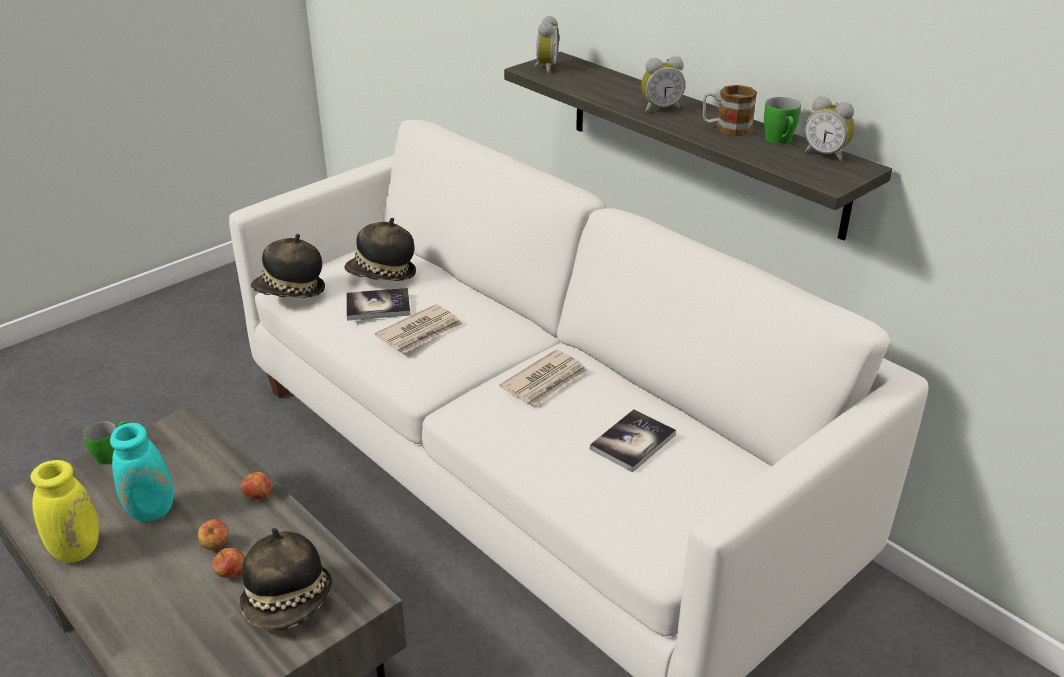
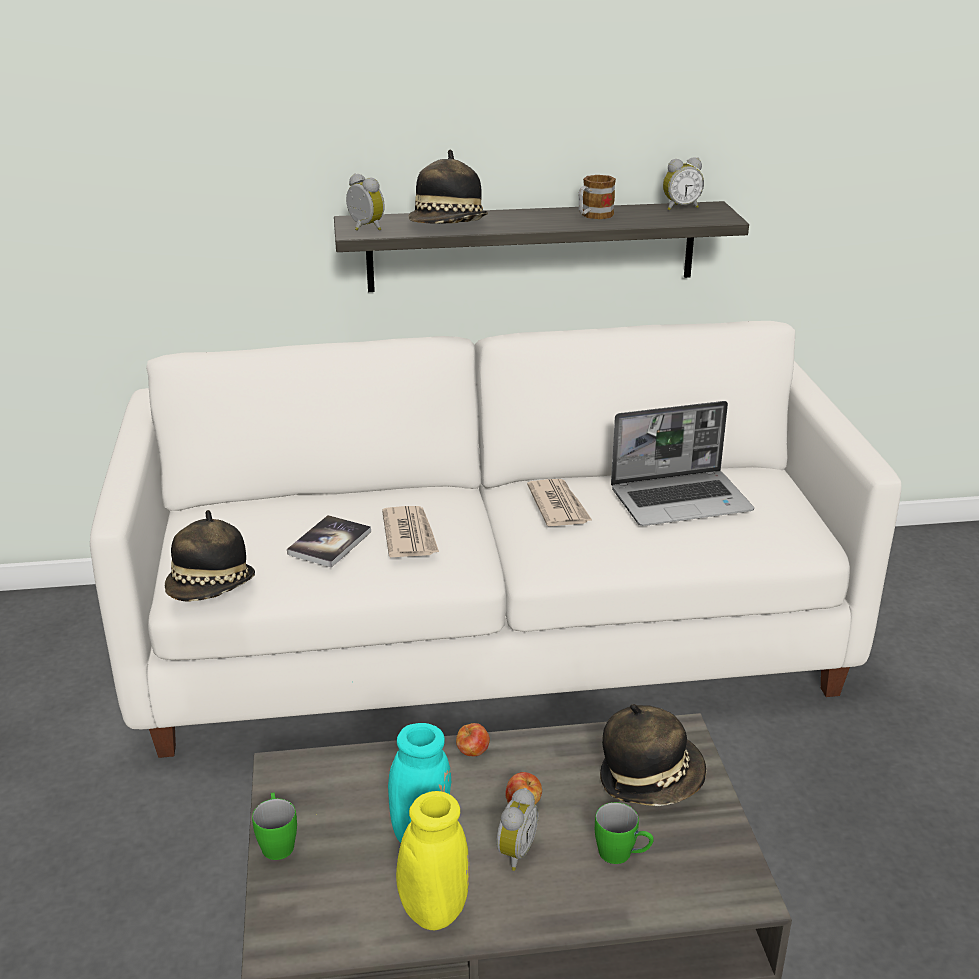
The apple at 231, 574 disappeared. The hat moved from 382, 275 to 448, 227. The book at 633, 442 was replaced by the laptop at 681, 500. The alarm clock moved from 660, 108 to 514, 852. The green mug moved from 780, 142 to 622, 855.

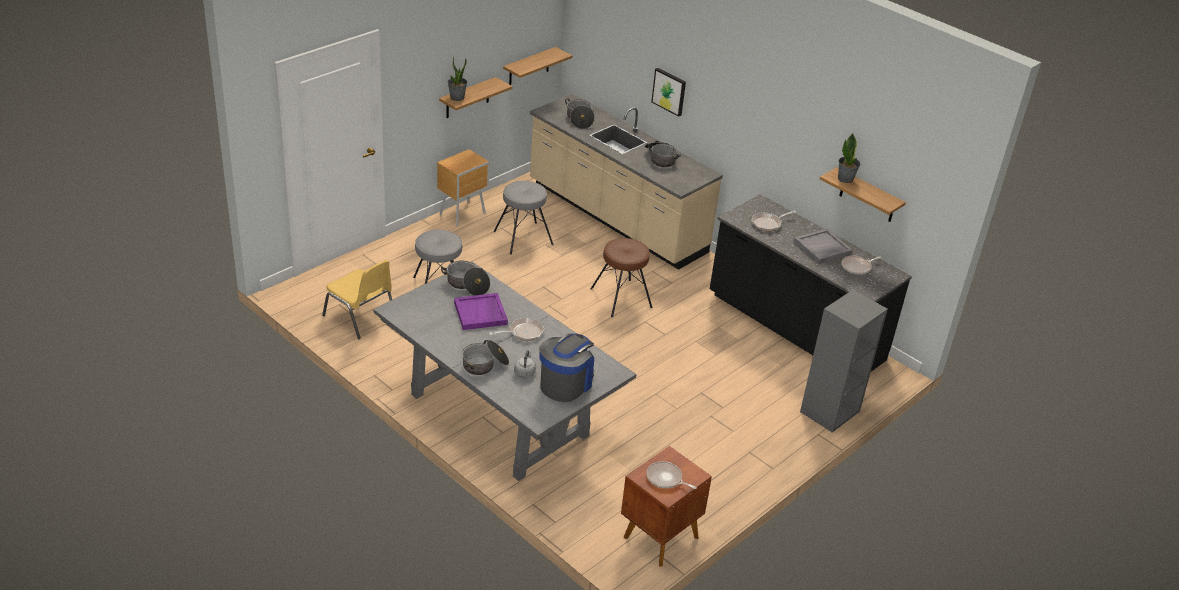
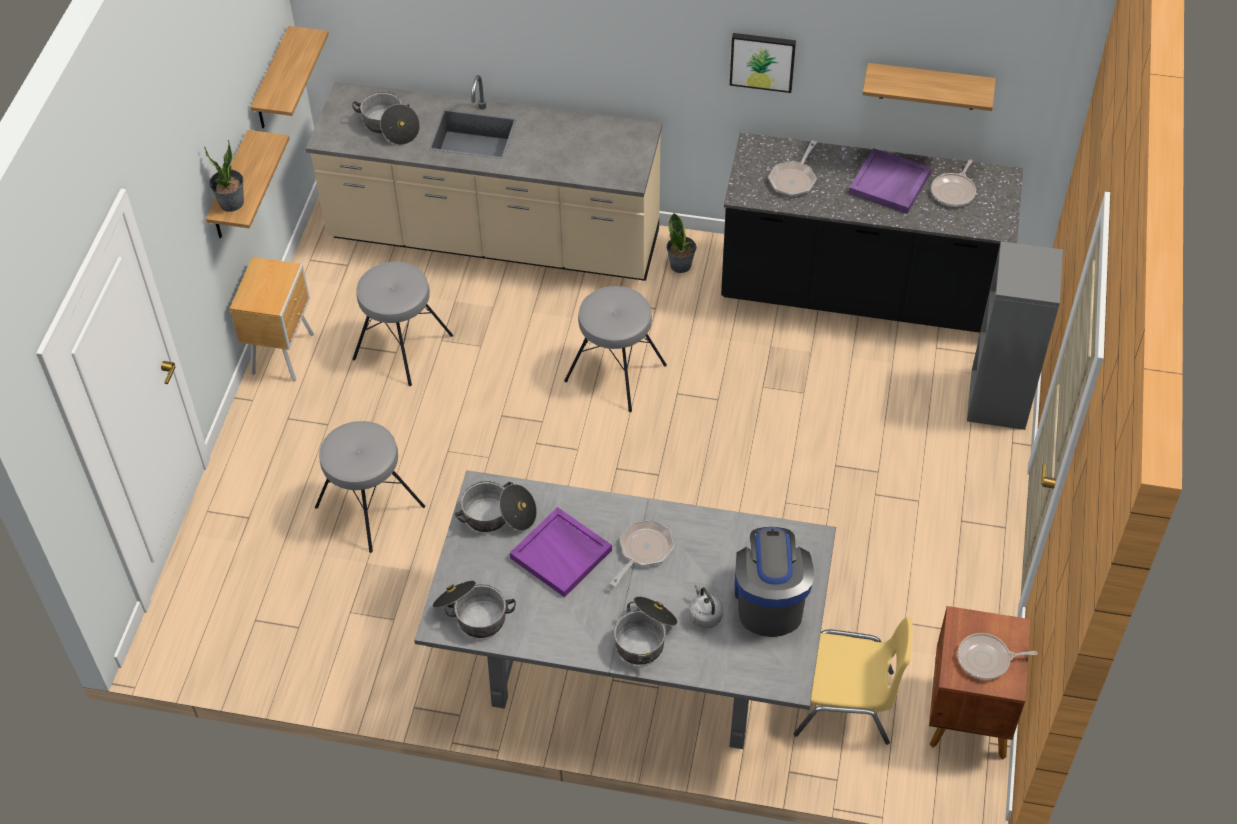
The yellow chair moved from 360, 317 to 846, 702. The brown stool at 621, 297 became the grey stool at 616, 372. The cooking pot moved from 660, 159 to 472, 614. The picture moved from 669, 91 to 762, 61. The grey tray at 822, 248 became the purple tray at 890, 184. The potted plant moved from 845, 179 to 681, 265.

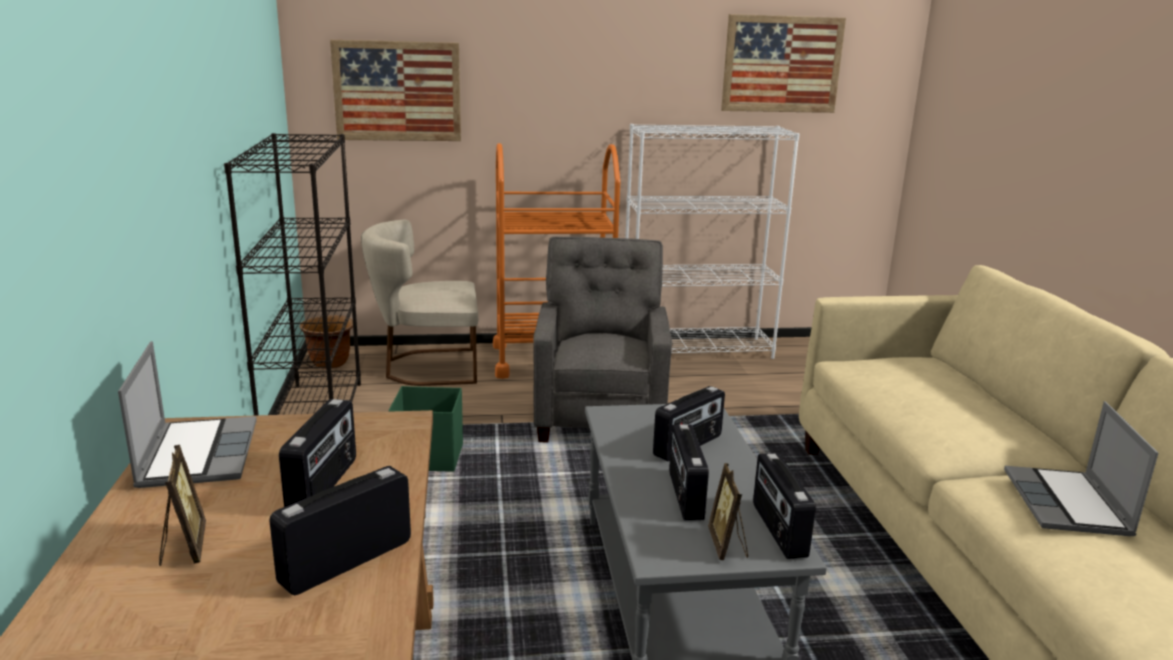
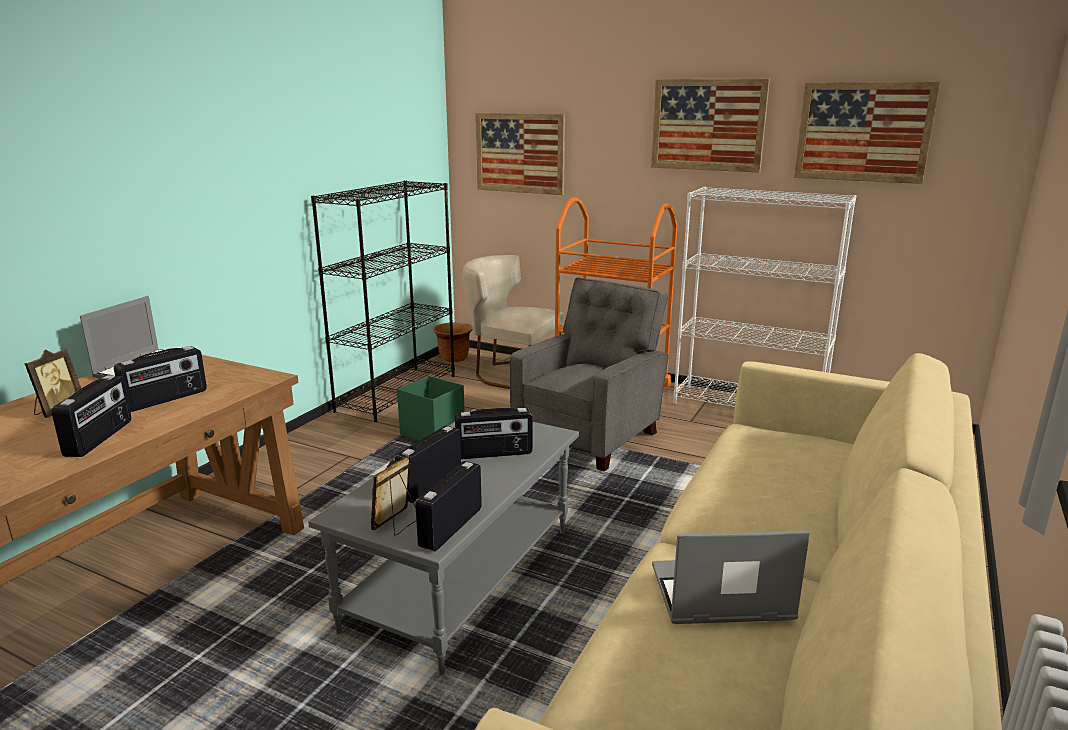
The radio at 346, 561 turned 105 degrees clockwise. The laptop at 1068, 504 turned 45 degrees clockwise. The picture at 708, 125 appeared.

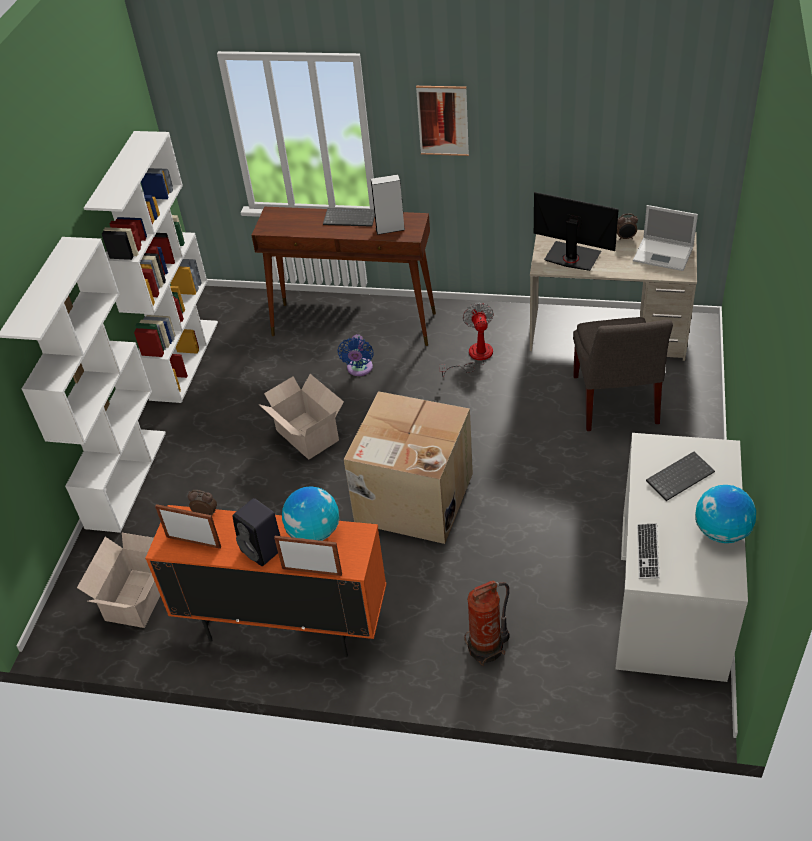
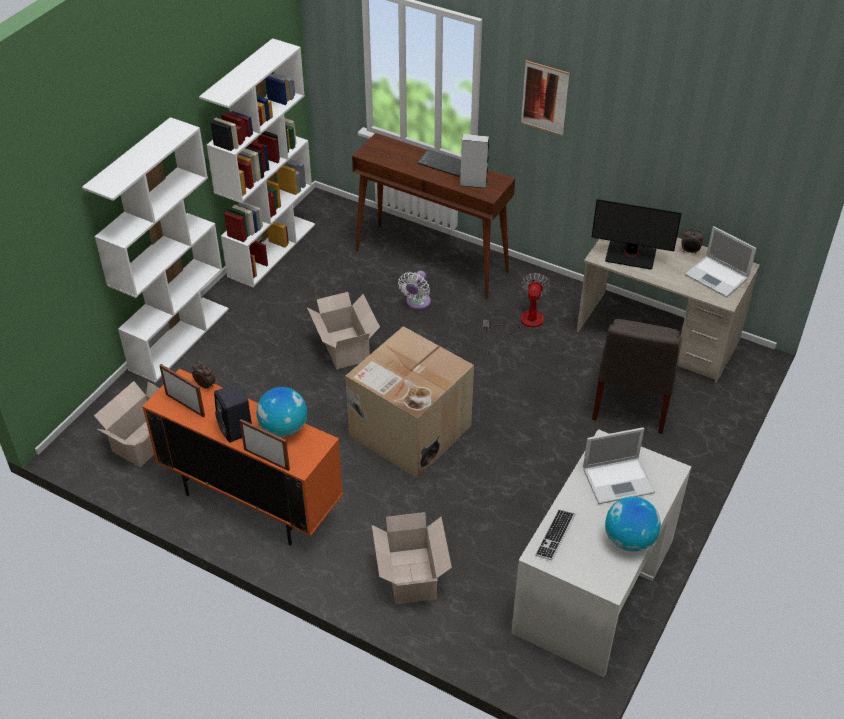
The blue fan at 359, 369 became the white fan at 417, 303. The fire extinguisher at 487, 647 was replaced by the cardboard box at 411, 577. The monitor at 572, 257 turned 150 degrees clockwise. The keyboard at 679, 476 was replaced by the laptop at 619, 480.

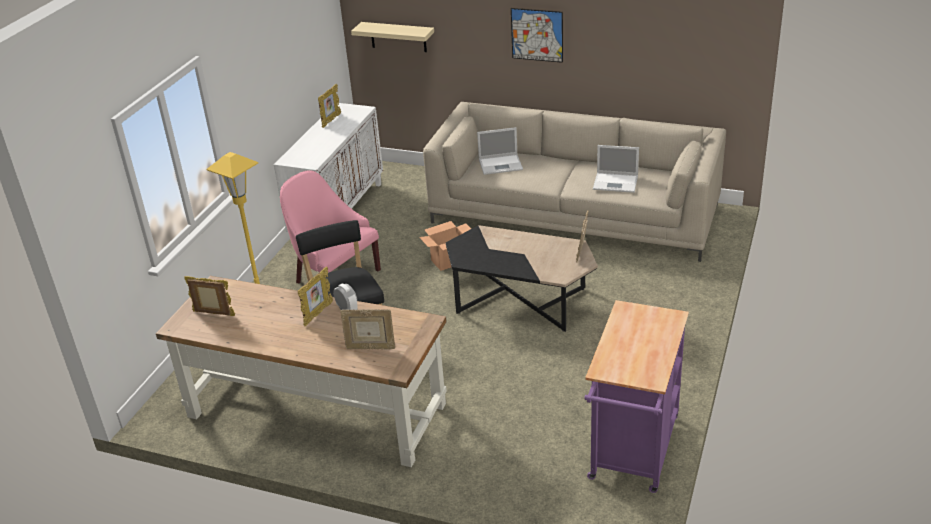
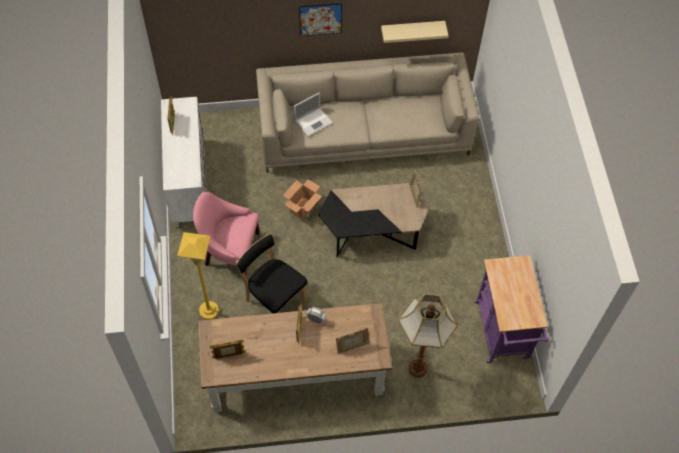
The beige shelf moved from 398, 37 to 412, 30. The laptop at 616, 183 disappeared. The floor lamp at 417, 368 appeared.

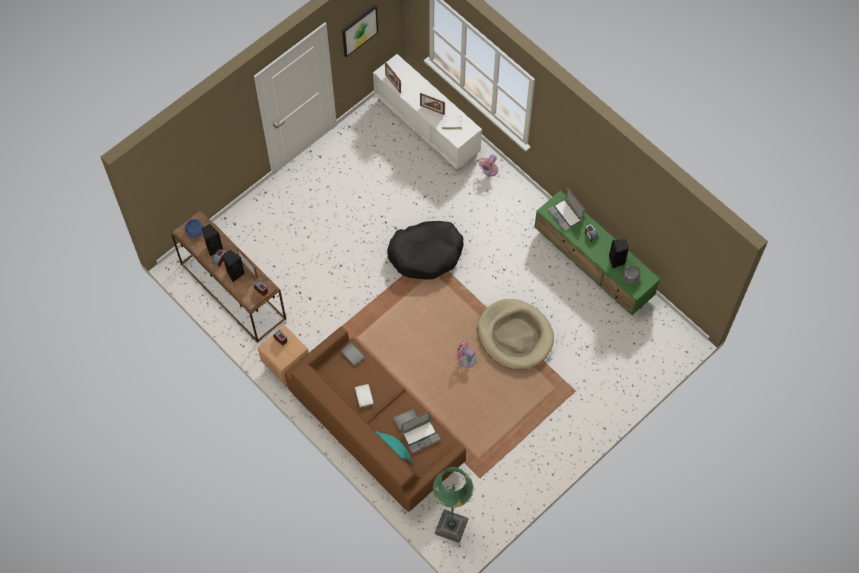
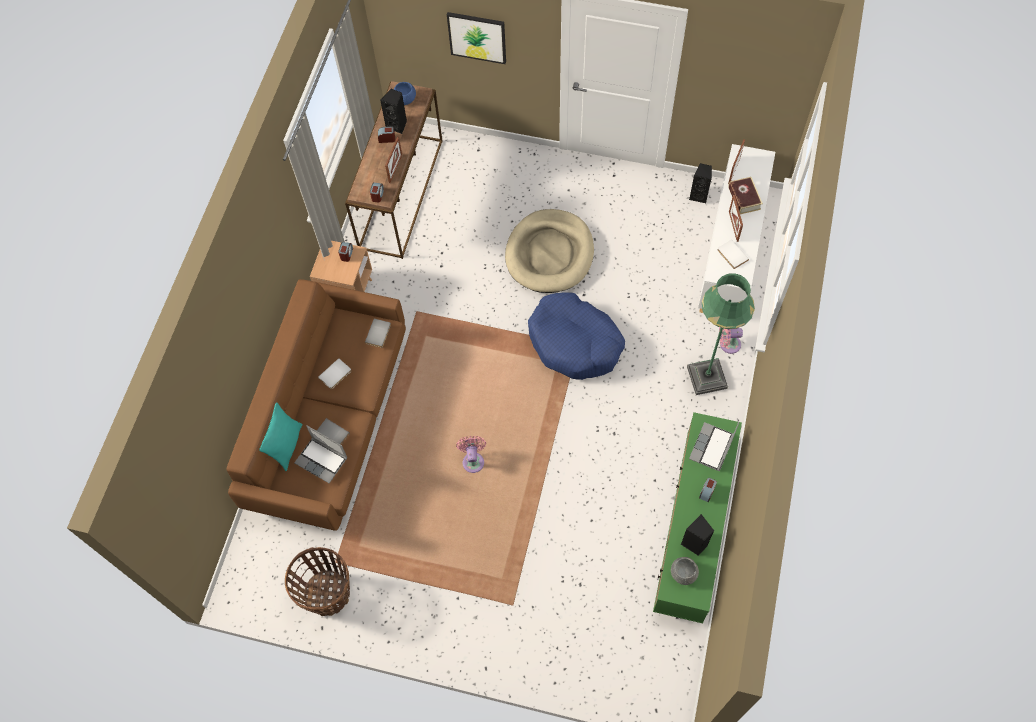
The black speaker moved from 235, 273 to 699, 195. The picture moved from 359, 30 to 477, 37. The black dog bed at 426, 253 became the blue dog bed at 574, 342. The green floor lamp moved from 451, 526 to 706, 377. The beige dog bed moved from 515, 336 to 549, 254. The basket at 327, 593 appeared. The book at 744, 198 appeared.

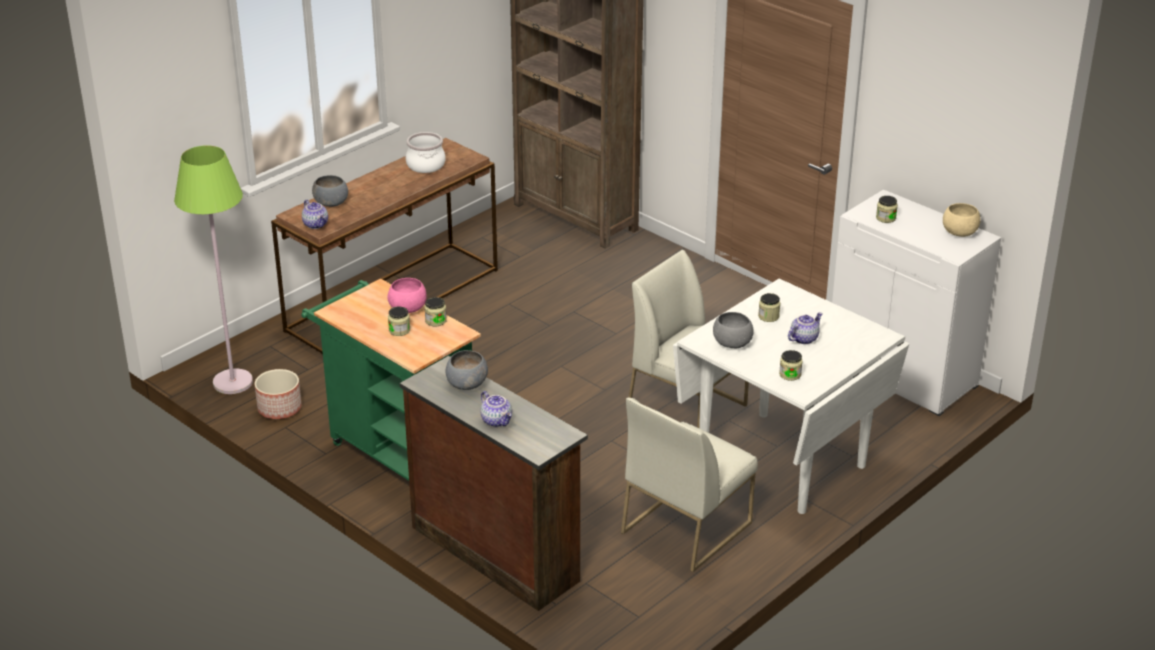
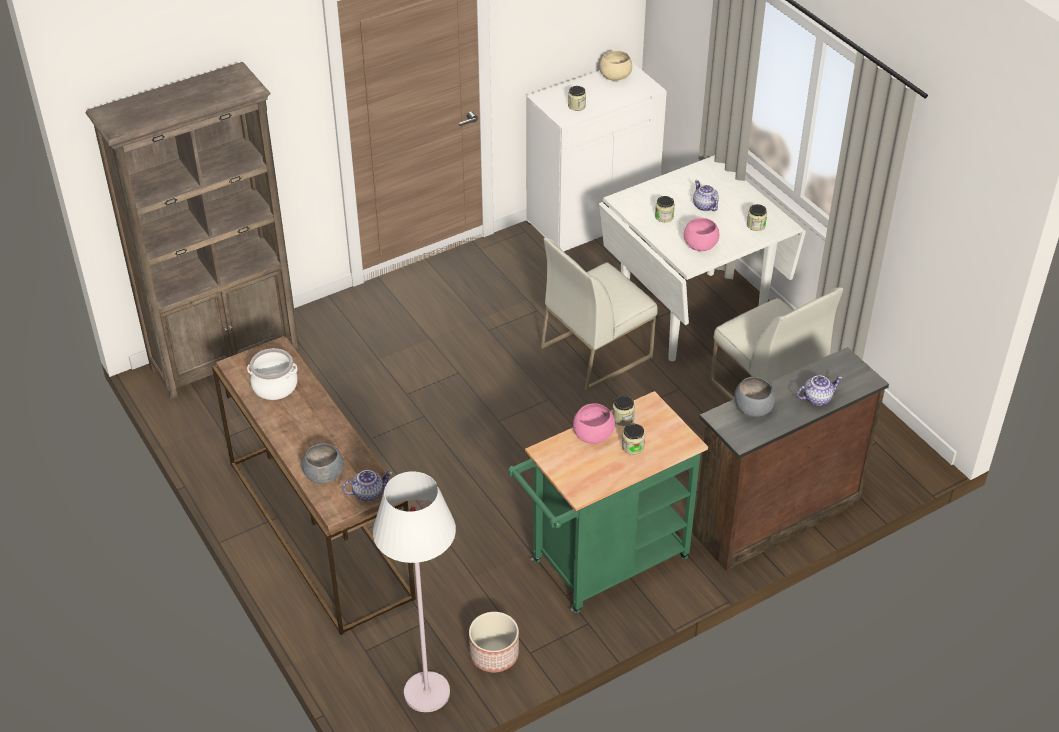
The green floor lamp at 233, 382 became the white floor lamp at 427, 692. The grey bowl at 733, 343 became the pink bowl at 700, 245.

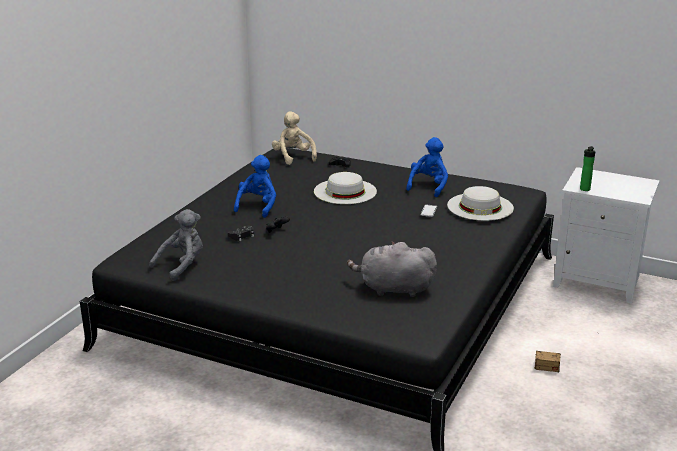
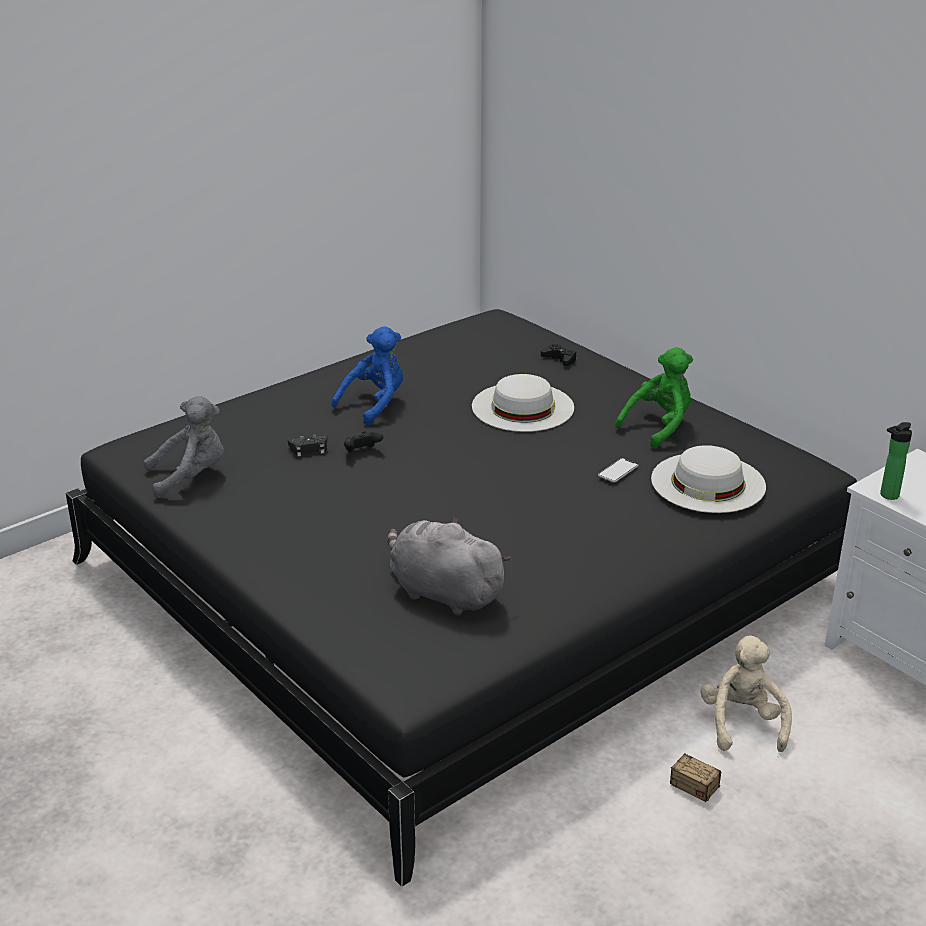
The beige plush toy moved from 293, 157 to 742, 723. The blue plush toy at 428, 186 became the green plush toy at 659, 426.

